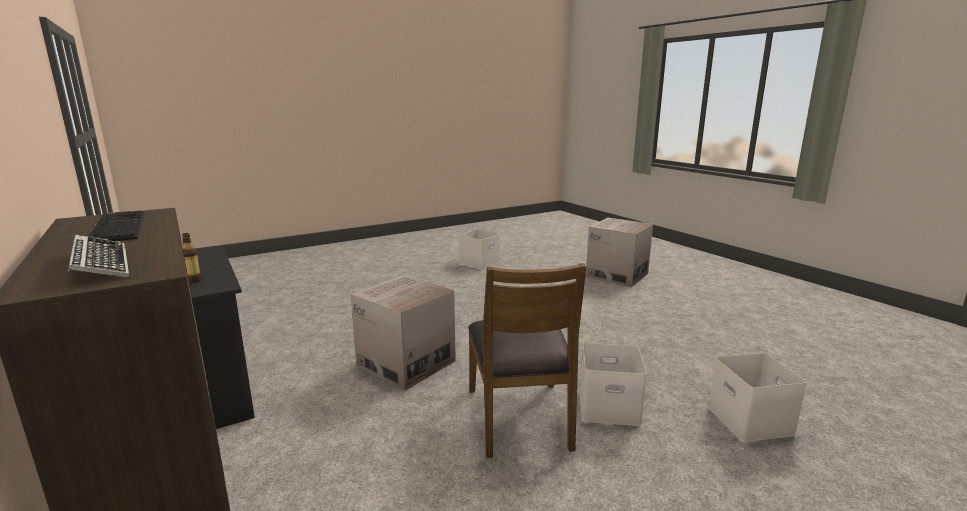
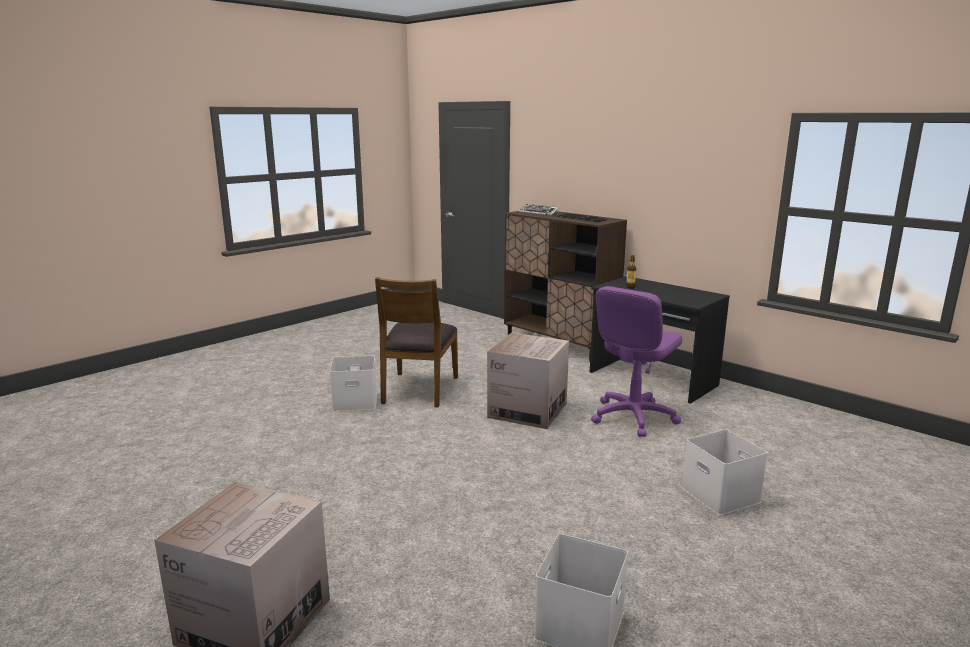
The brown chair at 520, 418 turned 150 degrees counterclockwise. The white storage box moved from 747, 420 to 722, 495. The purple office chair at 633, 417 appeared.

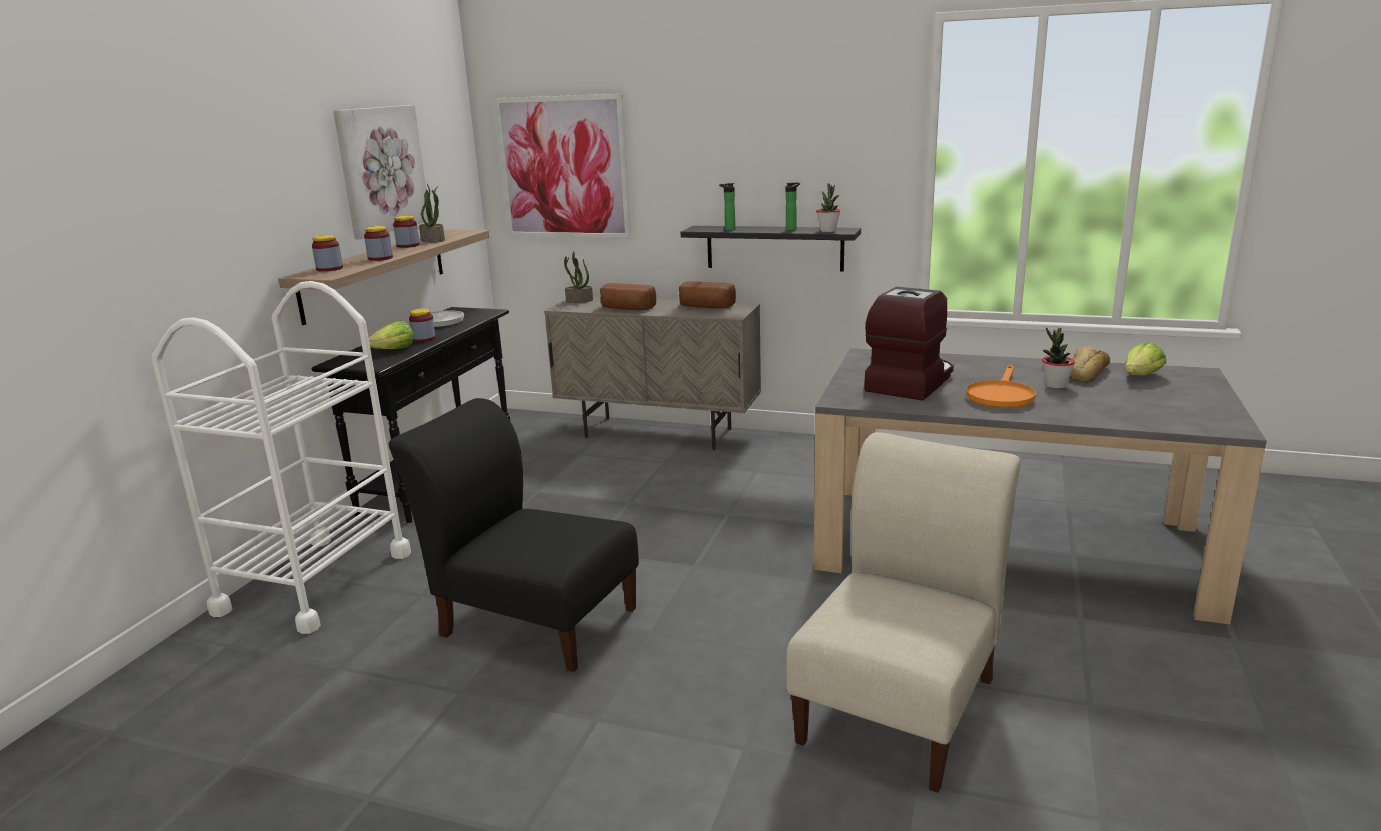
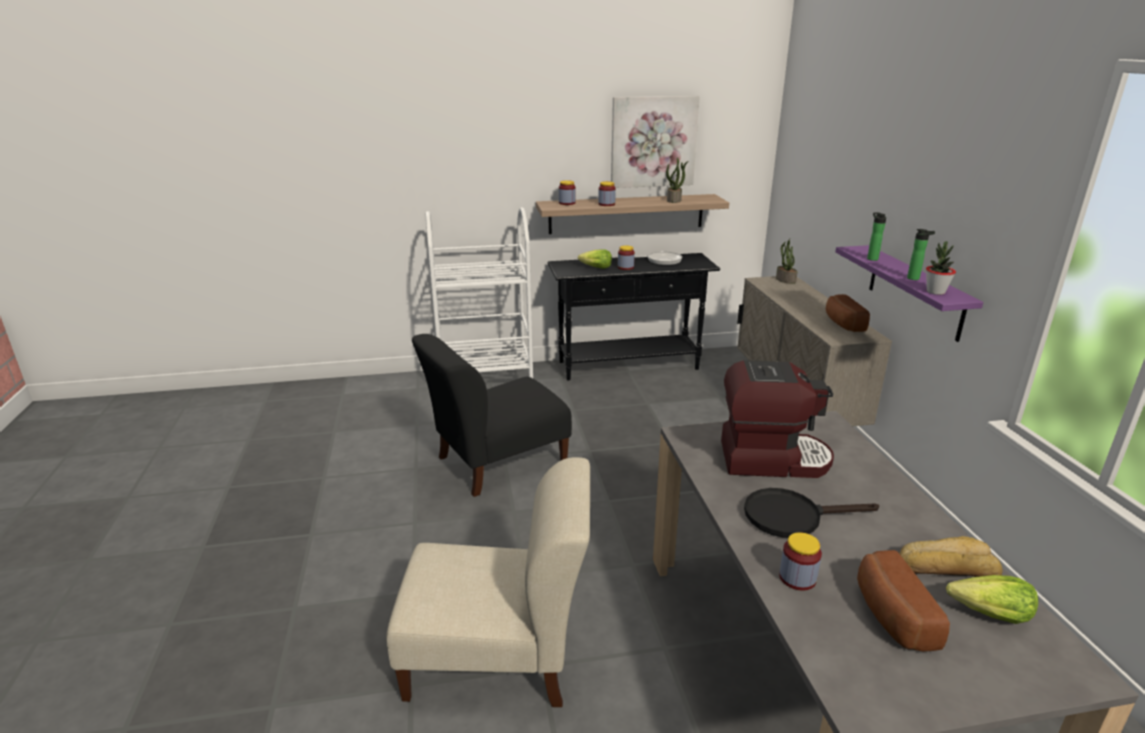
The black chair at 533, 619 turned 120 degrees counterclockwise. The jar moved from 408, 245 to 797, 578. The picture at 563, 168 disappeared. The bread moved from 626, 309 to 889, 616. The black shelf at 774, 248 became the purple shelf at 915, 291. The orange frying pan at 1000, 395 became the black frying pan at 792, 516. The potted plant at 1055, 385 disappeared.

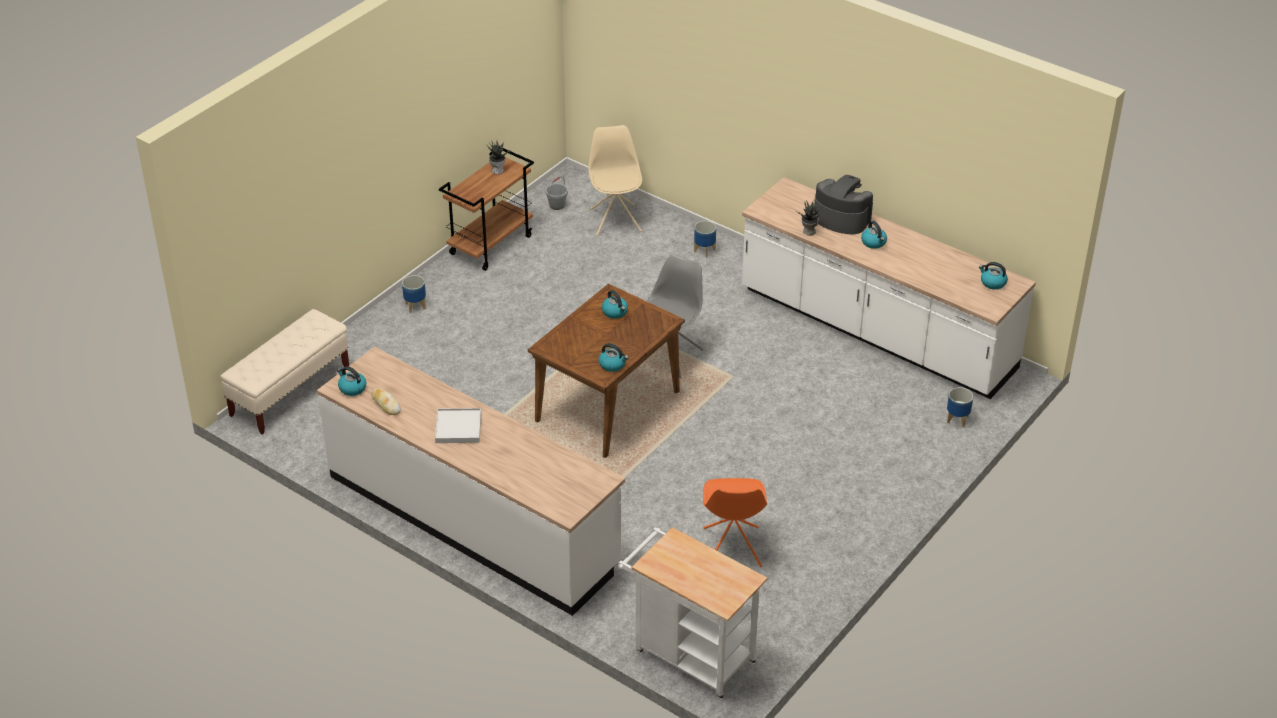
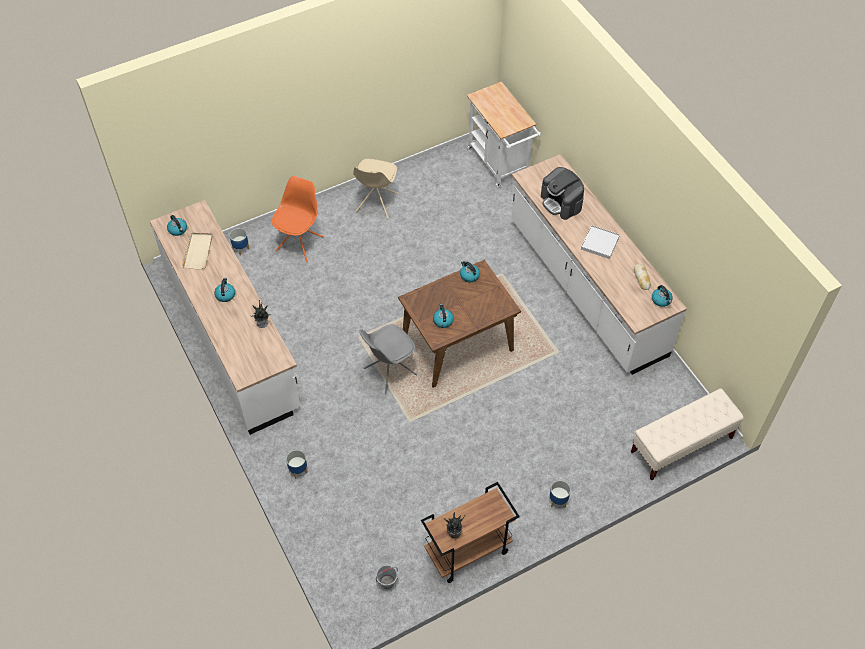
The beige chair moved from 615, 219 to 376, 203. The orange chair moved from 732, 548 to 300, 243. The coffee machine moved from 841, 219 to 561, 202. The beige tray at 198, 251 appeared.

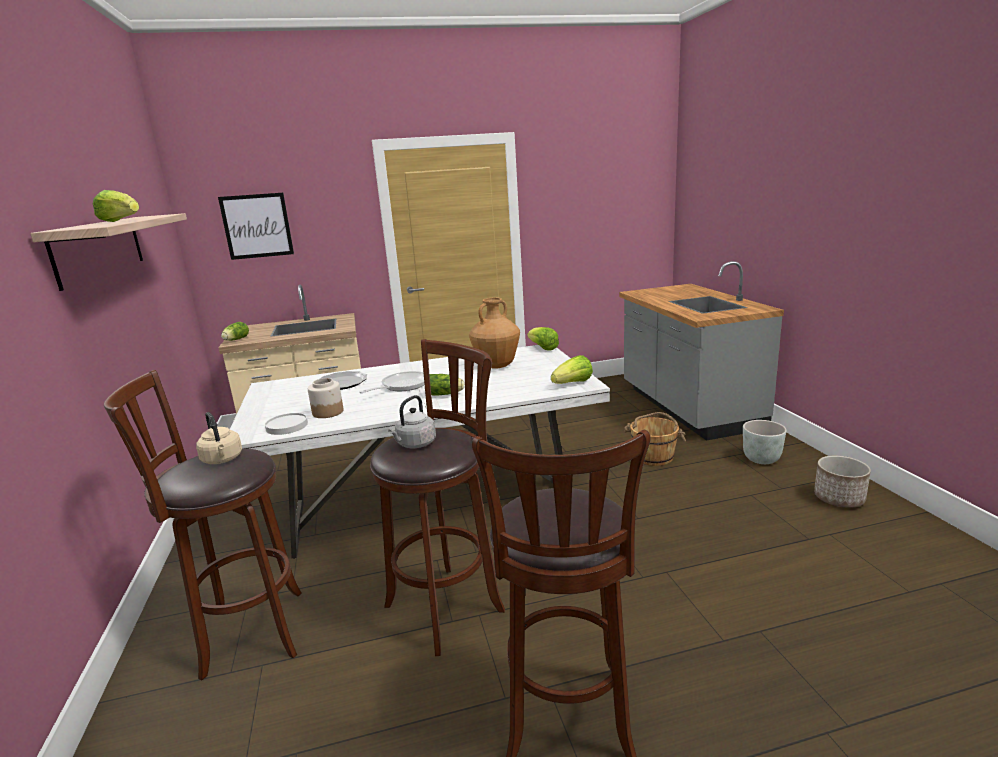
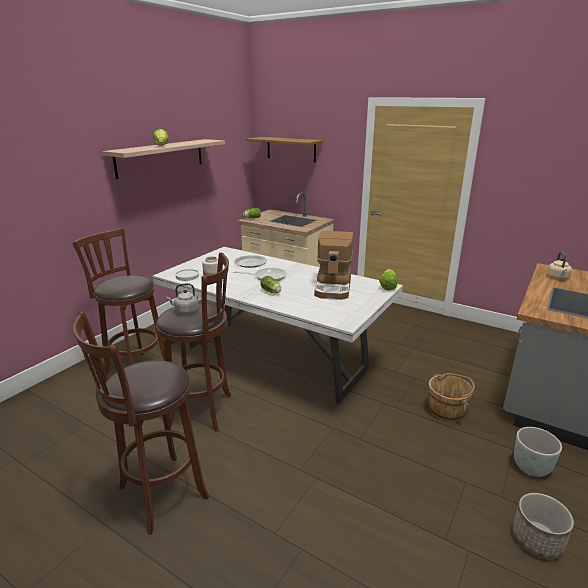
The beige kettle moved from 222, 460 to 558, 277. The picture at 257, 226 was replaced by the shelf at 291, 149. The brown vase at 497, 366 was replaced by the coffee machine at 334, 287. The lettuce at 573, 384 disappeared.

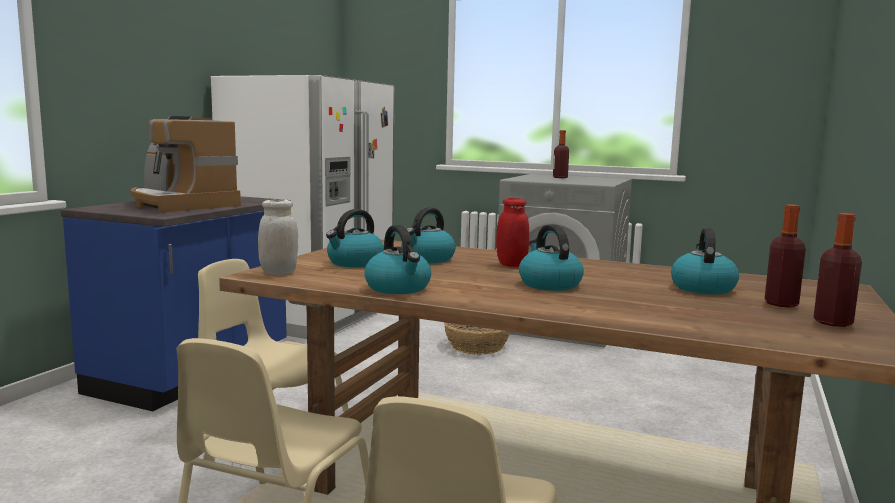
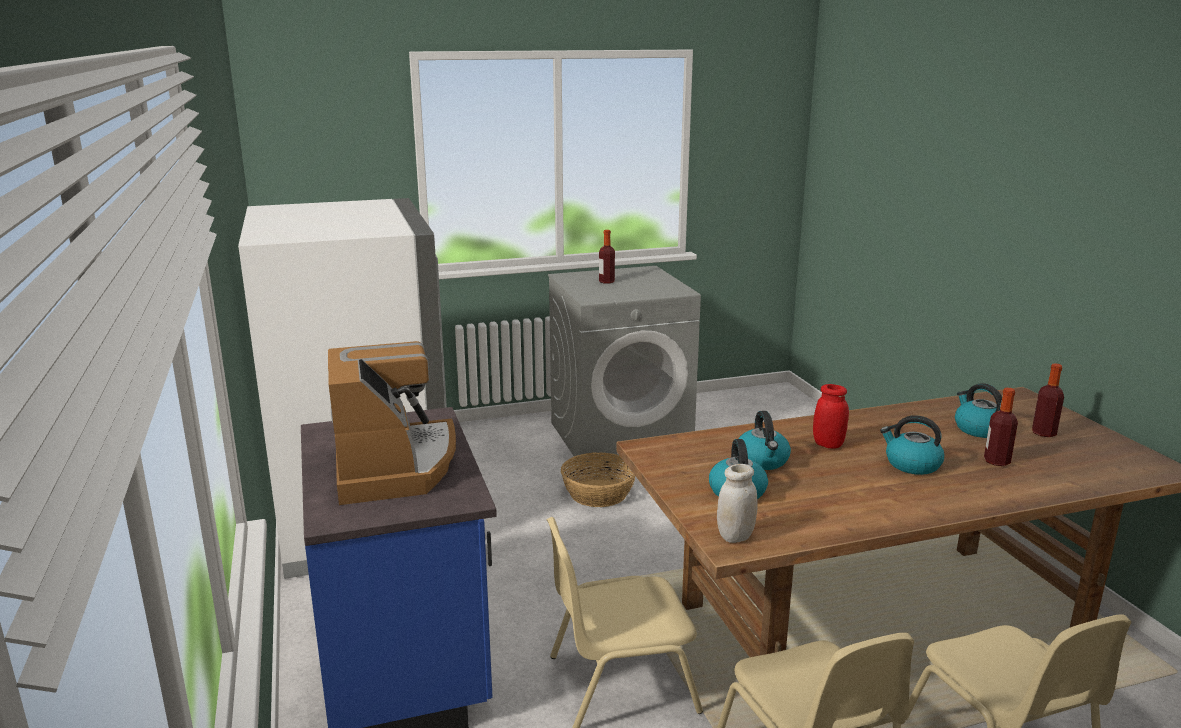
The coffee machine at 180, 205 turned 105 degrees counterclockwise. The kettle at 398, 288 disappeared. The bottle moved from 832, 322 to 996, 461.

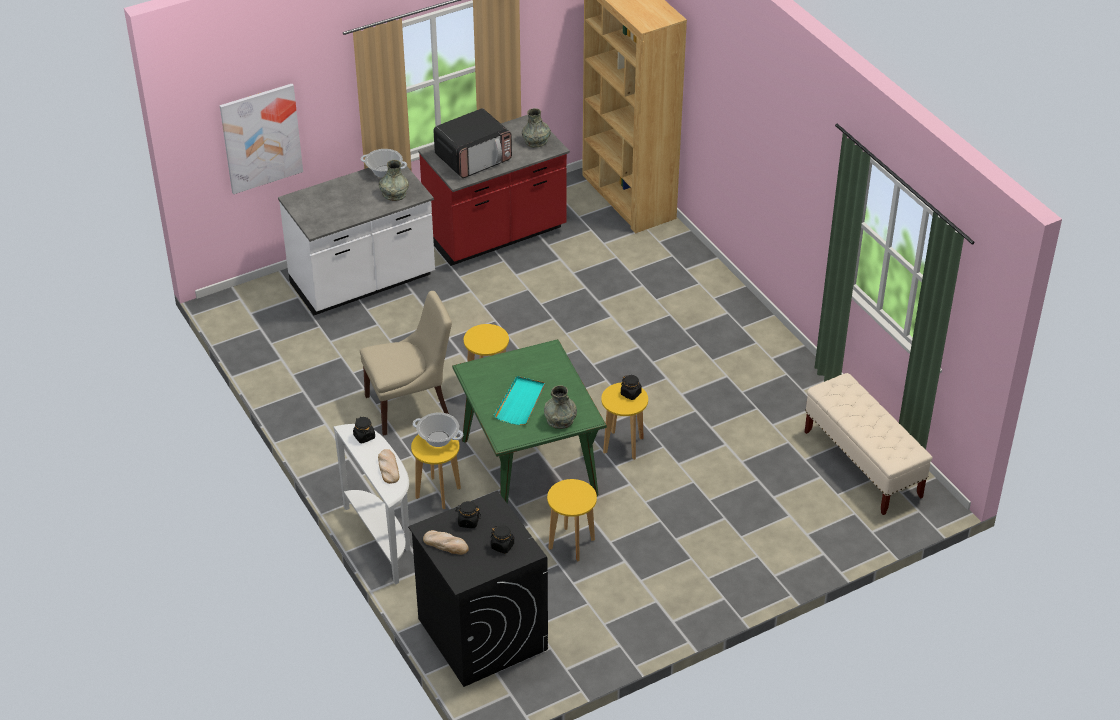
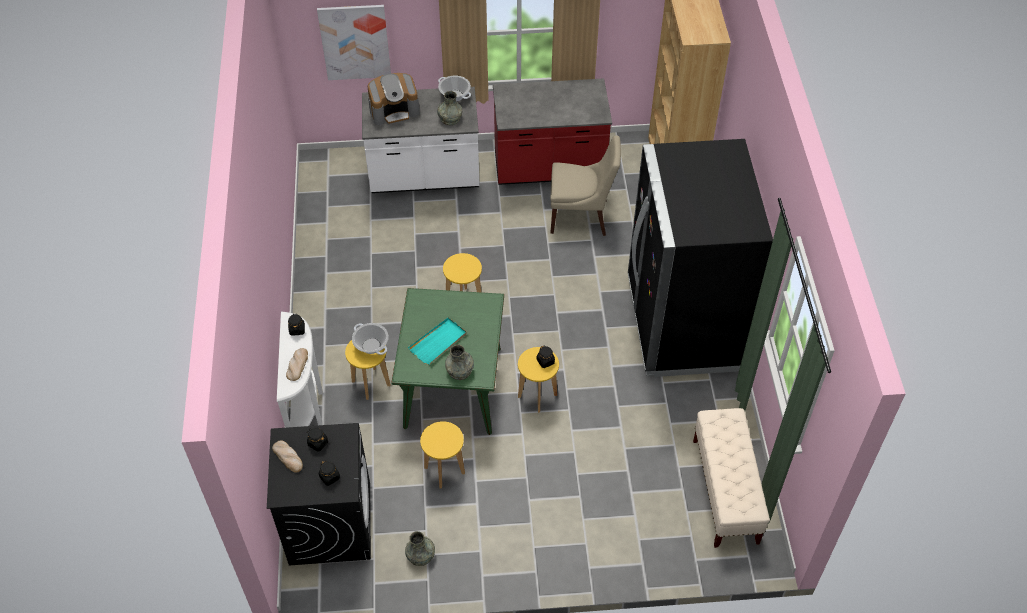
The beige chair moved from 410, 406 to 581, 216. The microwave at 473, 158 disappeared. The grey vase moved from 536, 141 to 421, 555. The coffee machine at 394, 110 appeared. The black fridge at 680, 324 appeared.

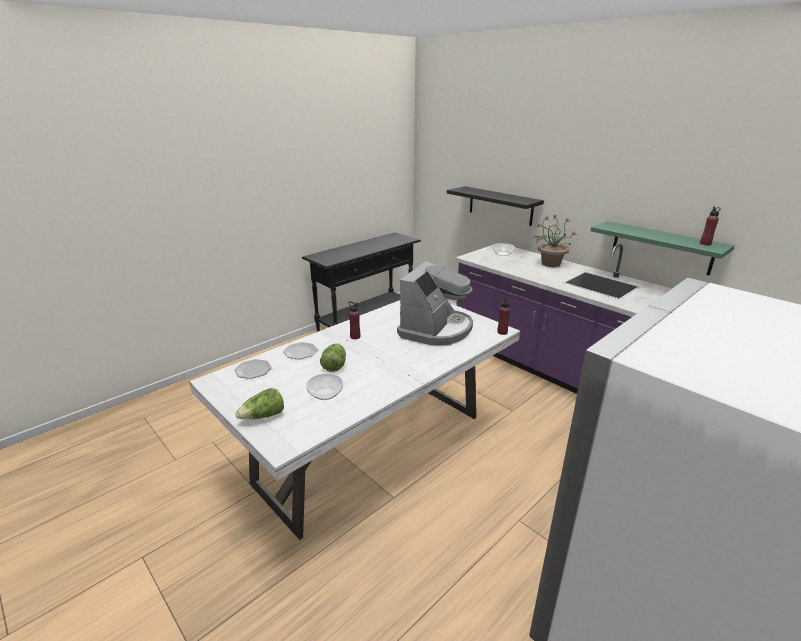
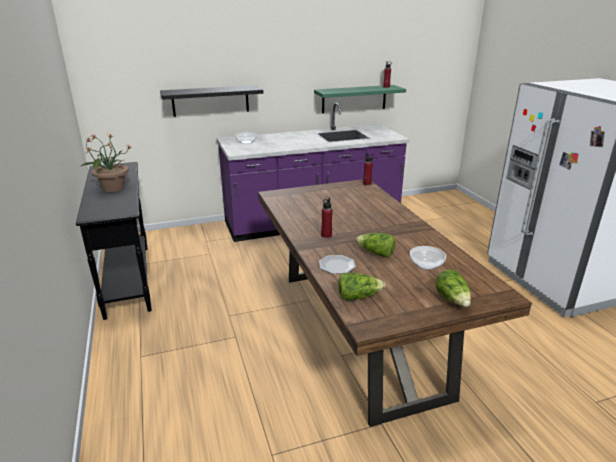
The white dining table at 373, 448 became the brown dining table at 357, 331. The plate at 253, 370 was replaced by the lettuce at 358, 296. The coffee machine at 436, 329 disappeared. The potted plant moved from 550, 264 to 112, 188.

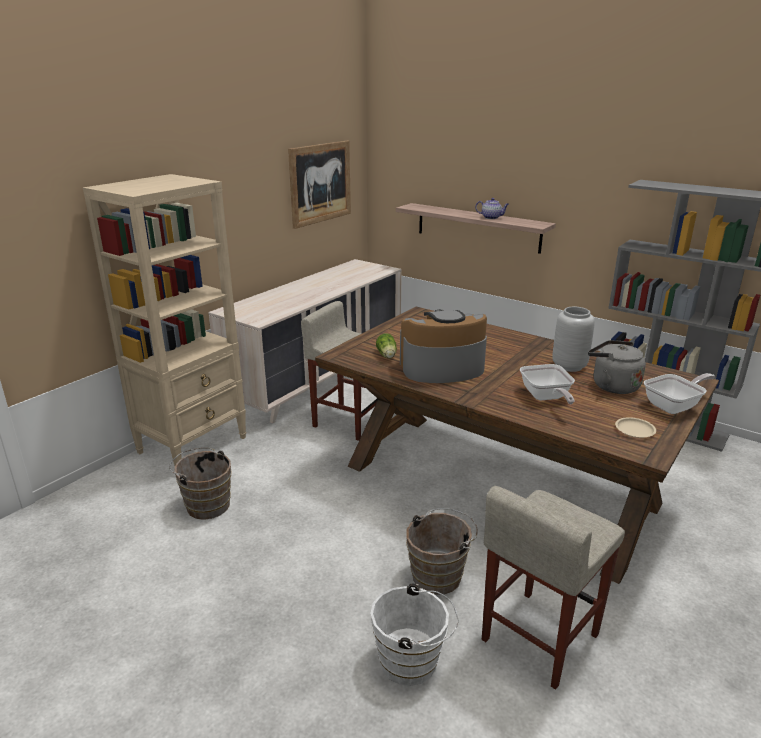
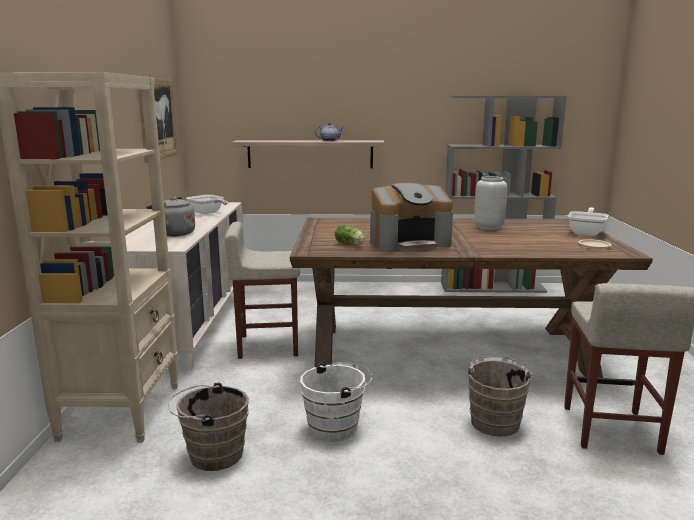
The white bucket moved from 413, 662 to 337, 427. The coffee machine at 441, 368 turned 150 degrees counterclockwise. The frying pan moved from 546, 398 to 207, 213. The grey kettle moved from 612, 385 to 173, 233.

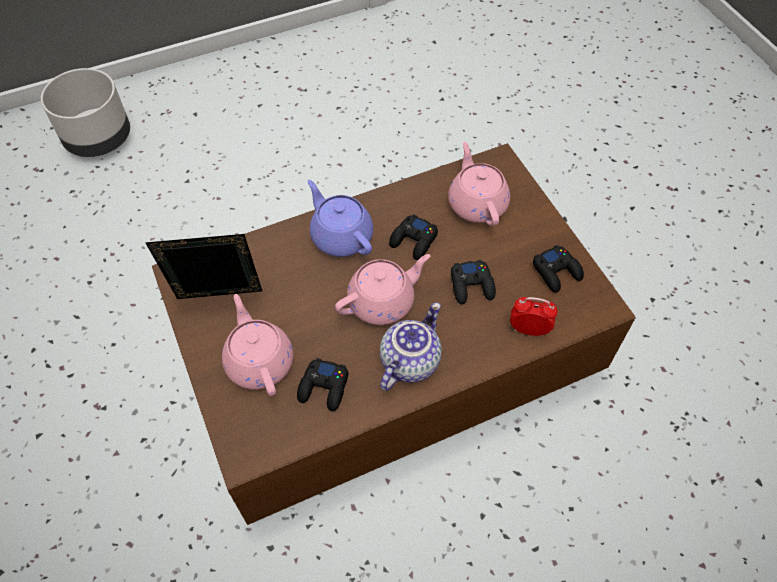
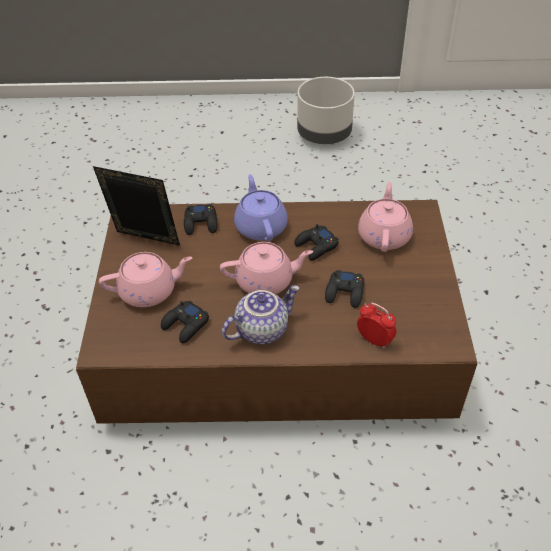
The grey planter moved from 99, 139 to 324, 134. The pink teapot at 259, 361 turned 75 degrees clockwise. The black game controller moved from 557, 272 to 201, 223.

